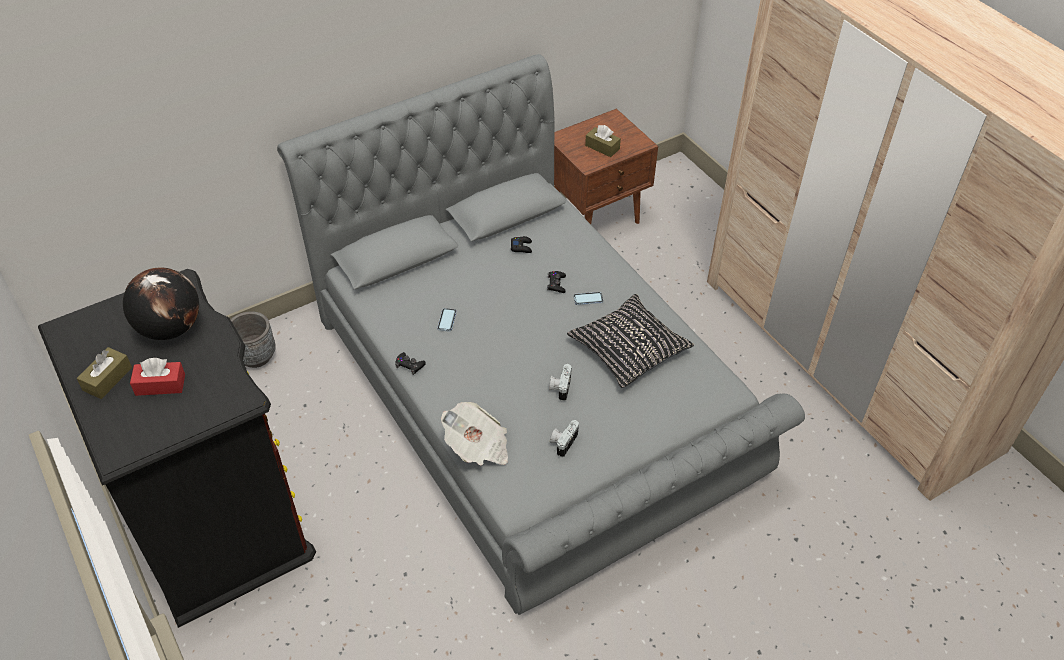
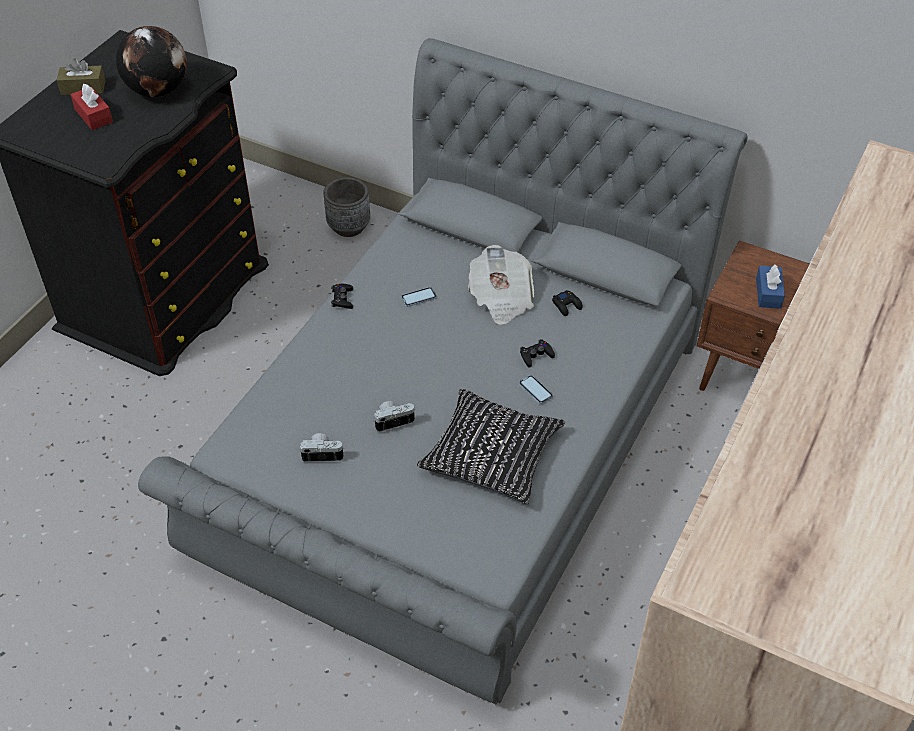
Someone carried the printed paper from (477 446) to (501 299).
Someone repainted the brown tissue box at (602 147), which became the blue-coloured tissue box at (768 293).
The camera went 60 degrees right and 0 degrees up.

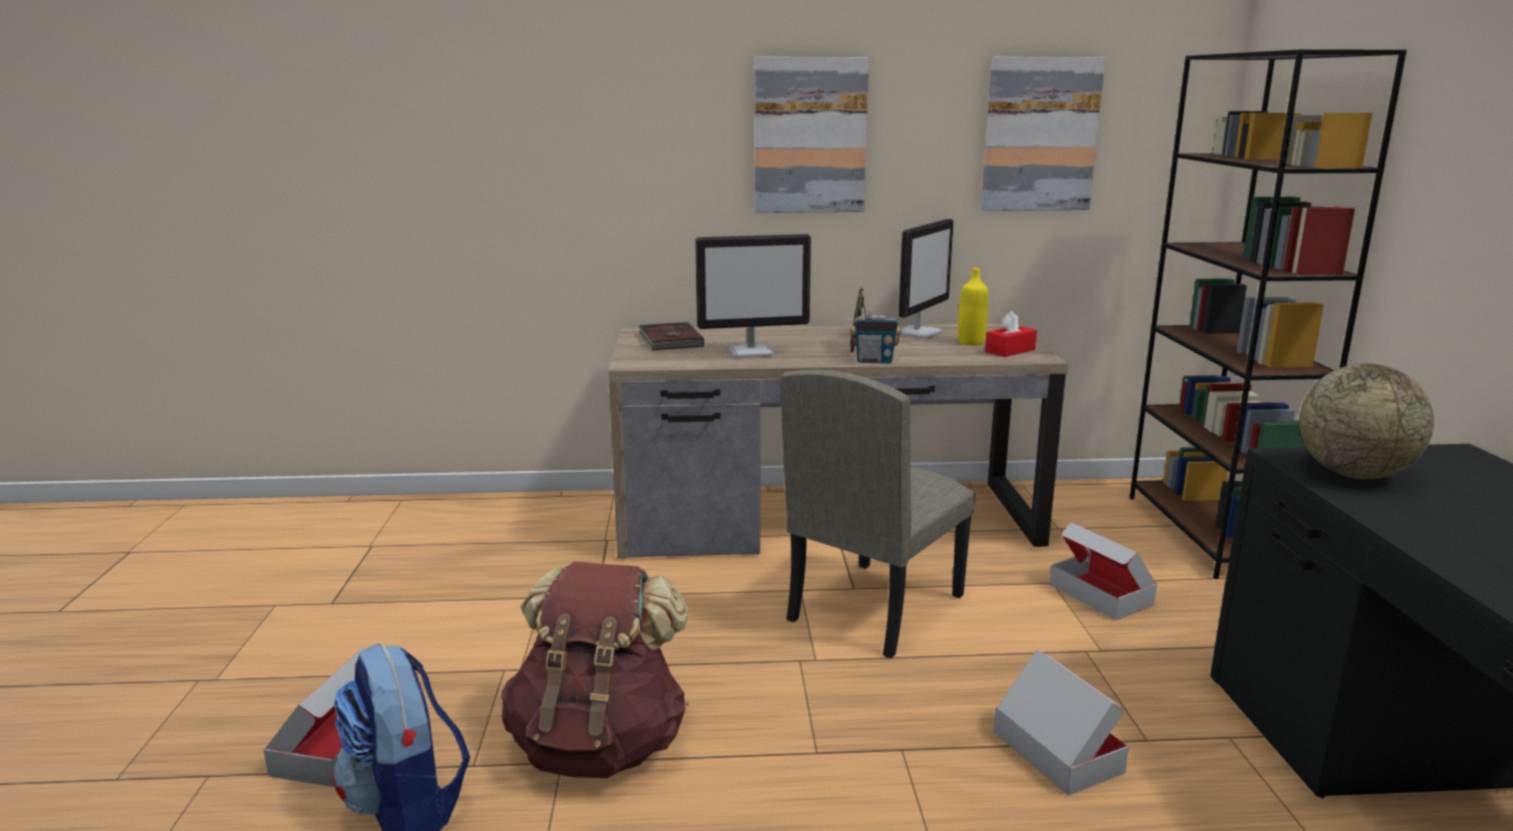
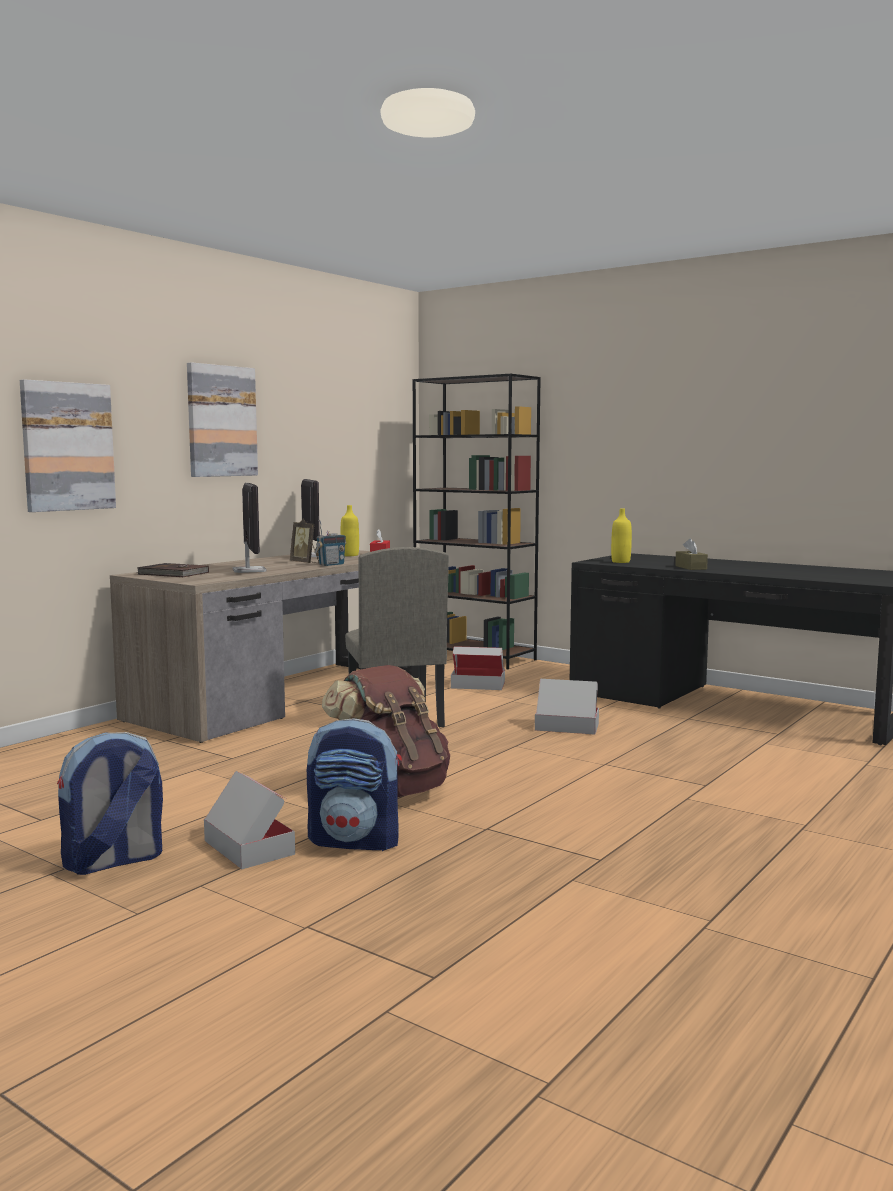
Someone put down the rucksack at (113 861).
Someone put down the brown tissue box at (691 567).
Someone carried the wall picture from (1040 135) to (67 446).
Someone swapped the desk globe at (1353 474) for the yellowish bottle at (620 562).
Someone rotated the monitor at (752 352) by 45 degrees counterclockwise.
The camera went 50 degrees left and 10 degrees down.

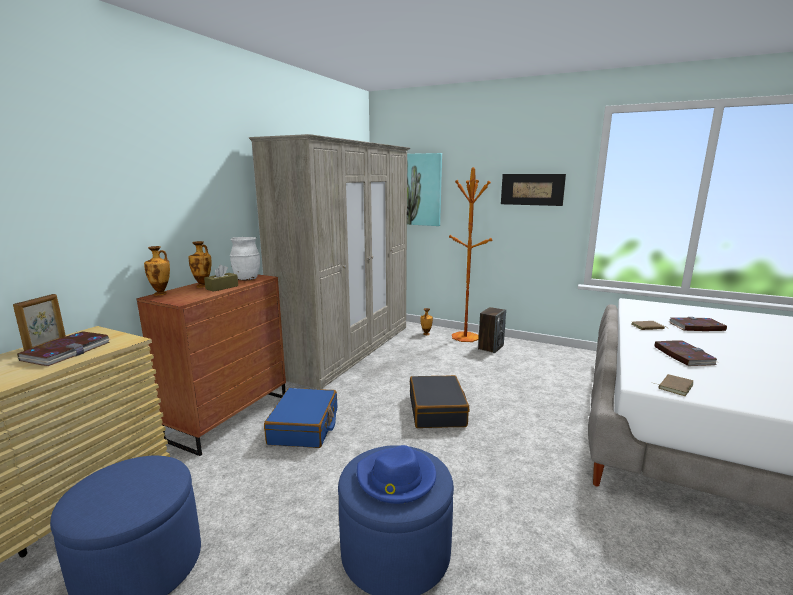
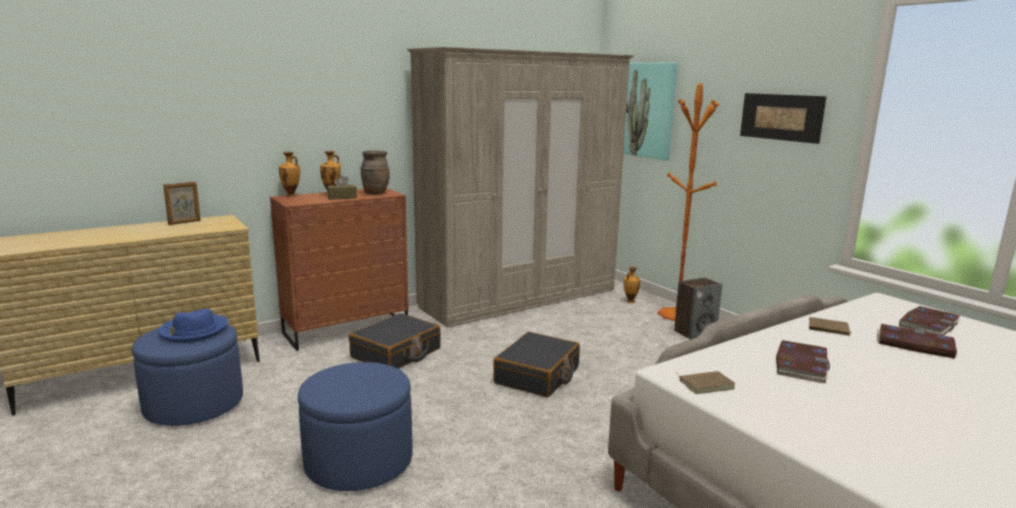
Someone carried the book from (67 351) to (928 324).
Someone carried the blue-coloured wearable hat from (396 478) to (193 331).
Someone repainted the white-coloured vase at (247 279), which became the brown vase at (375 193).
Someone repainted the blue-coloured travel case at (304 427), which became the black travel case at (396 353).
The camera went 30 degrees right and 0 degrees up.

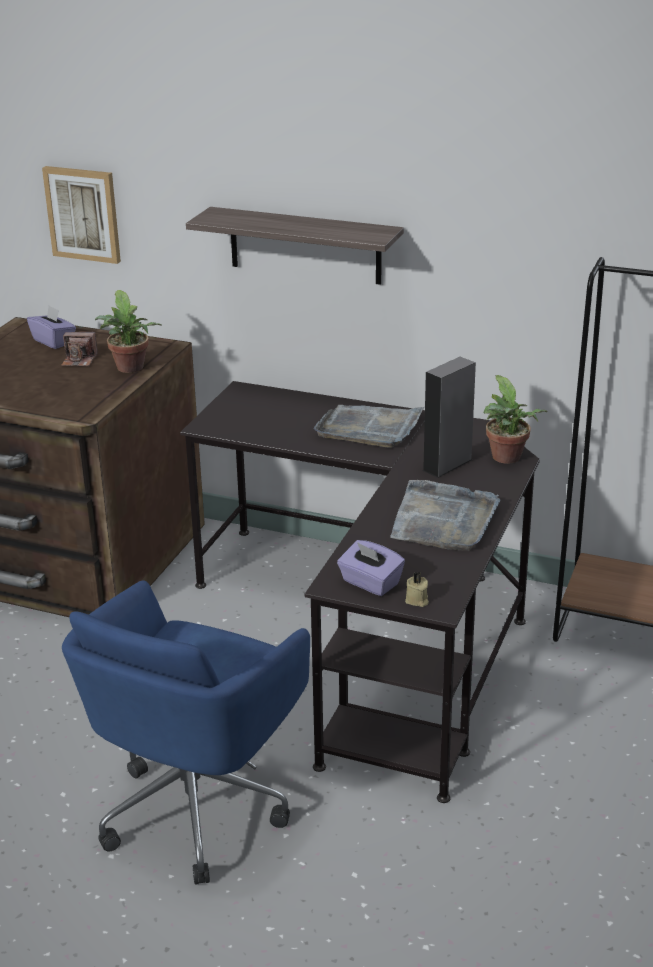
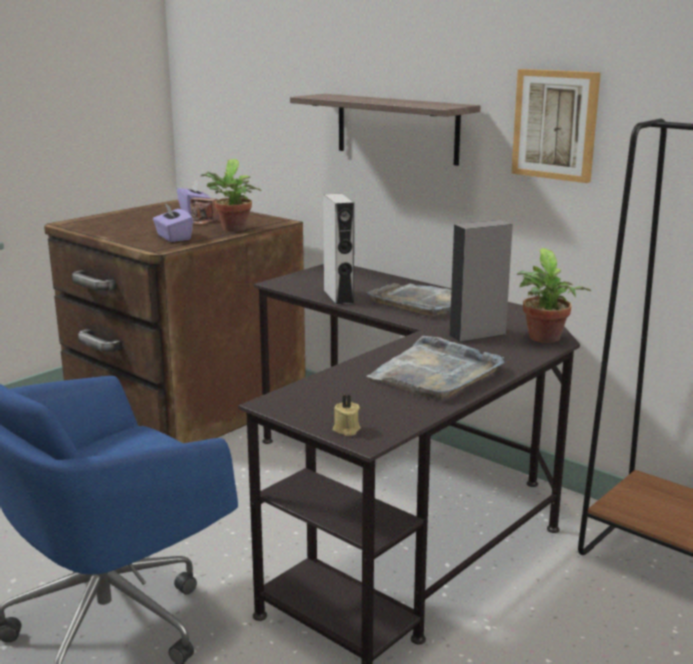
Someone put down the greyish loudspeaker at (338 297).
Someone carried the wall picture from (83 214) to (555 124).
Someone carried the purple-coloured tissue box from (370 583) to (173 237).
The camera went 20 degrees right and 10 degrees down.

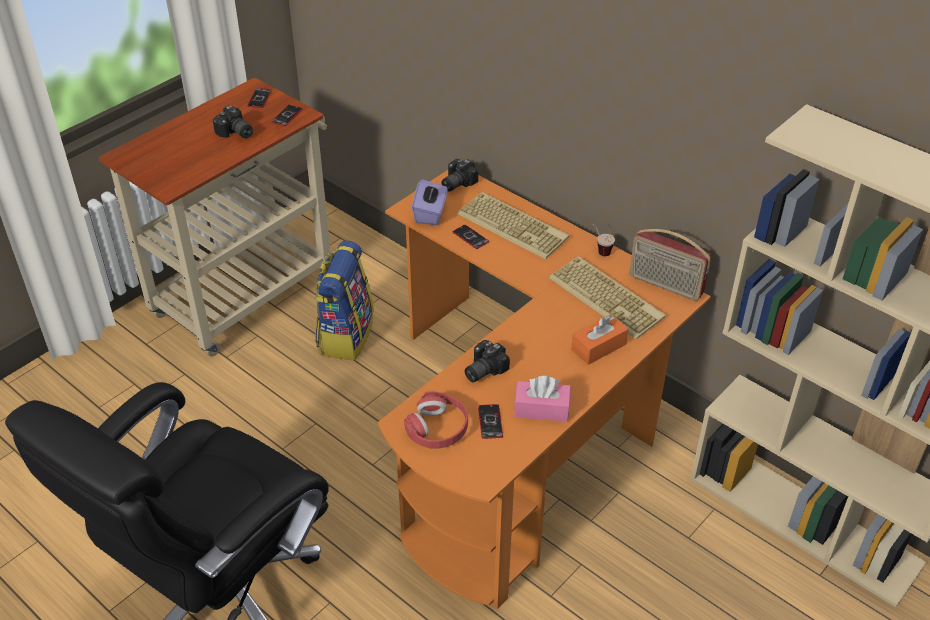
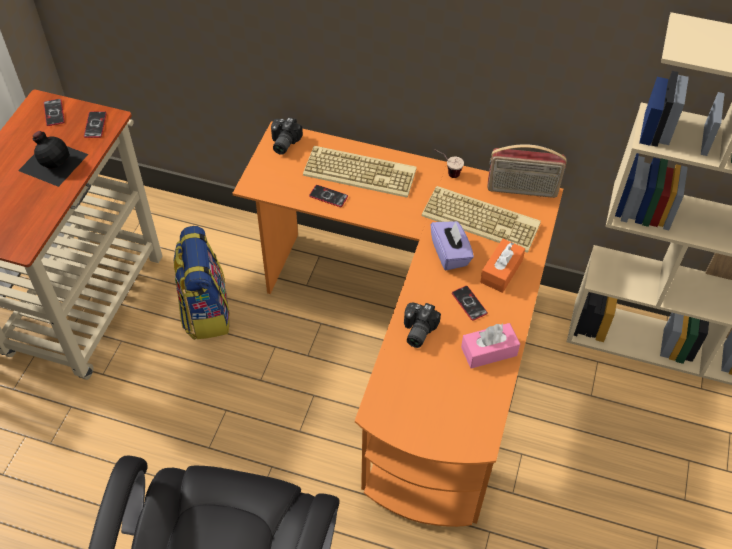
Someone took away the reddish headphones at (437 428).
Someone carried the purple-coloured tissue box from (430 213) to (450 254).
Someone carried the telephone from (490 422) to (469 303).
Someone swapped the photo camera at (235 133) for the black bottle at (53 161).
The camera went 25 degrees left and 10 degrees up.

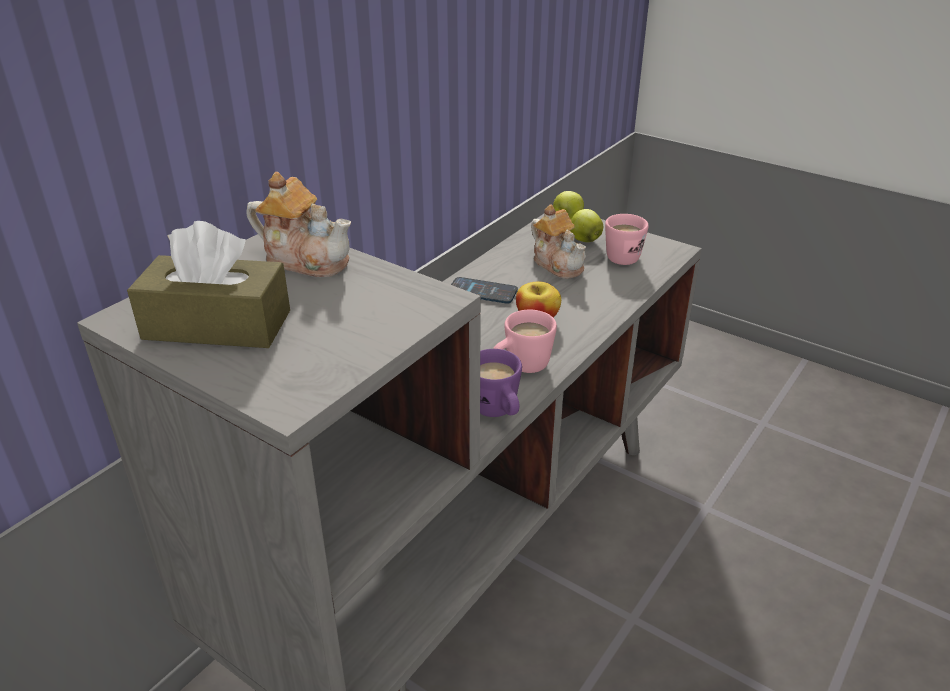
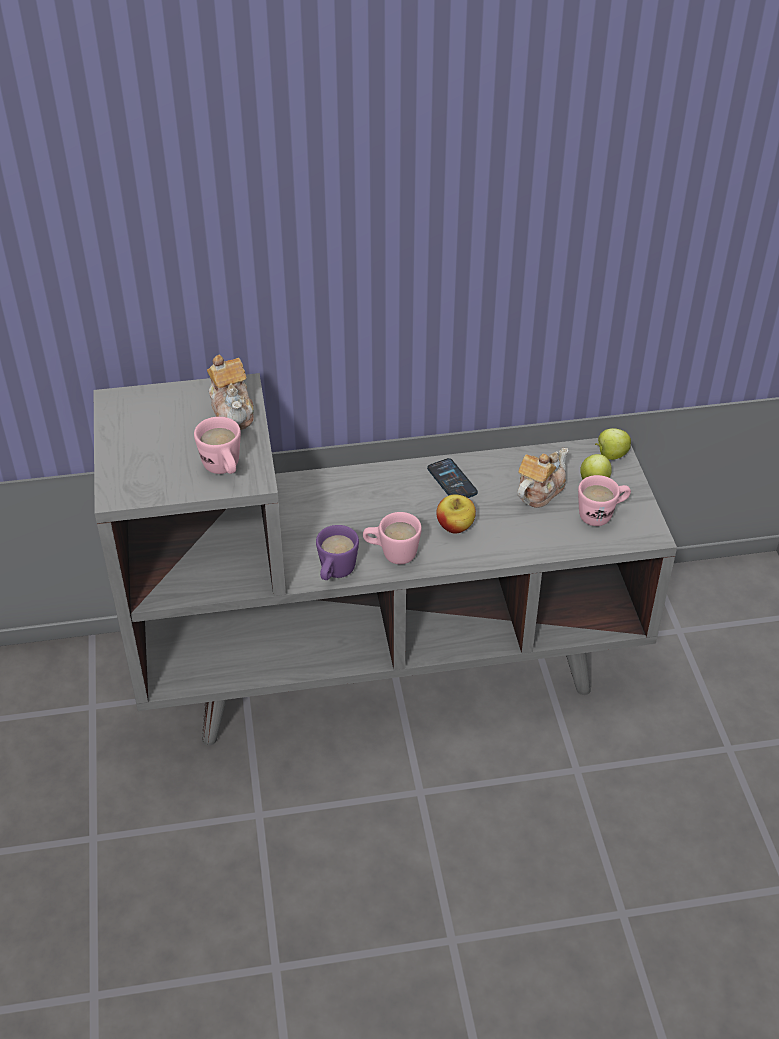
Someone took away the brown tissue box at (217 325).
Someone put down the pink-coloured coffee mug at (224 469).
Someone rotated the teapot at (558 264) by 150 degrees counterclockwise.
The camera went 45 degrees right and 10 degrees up.

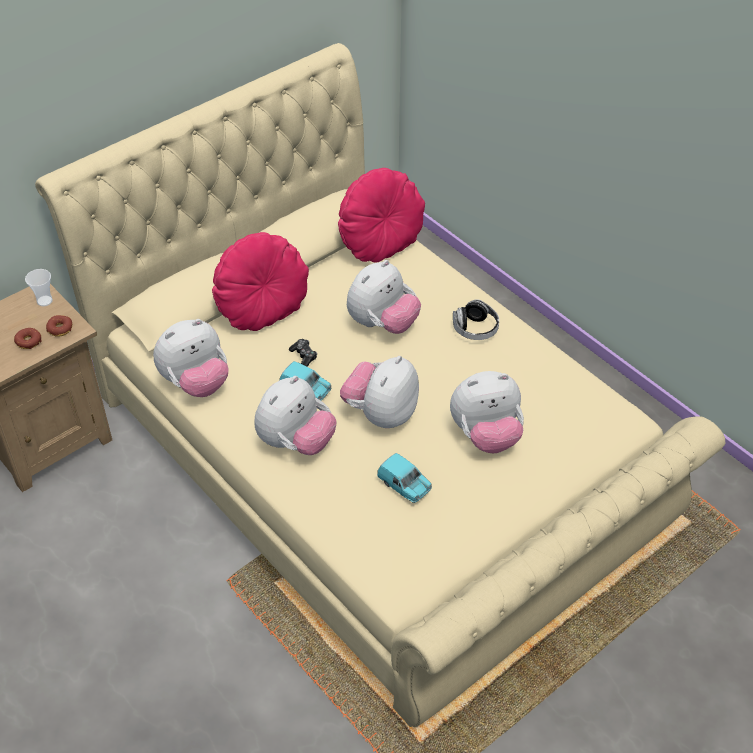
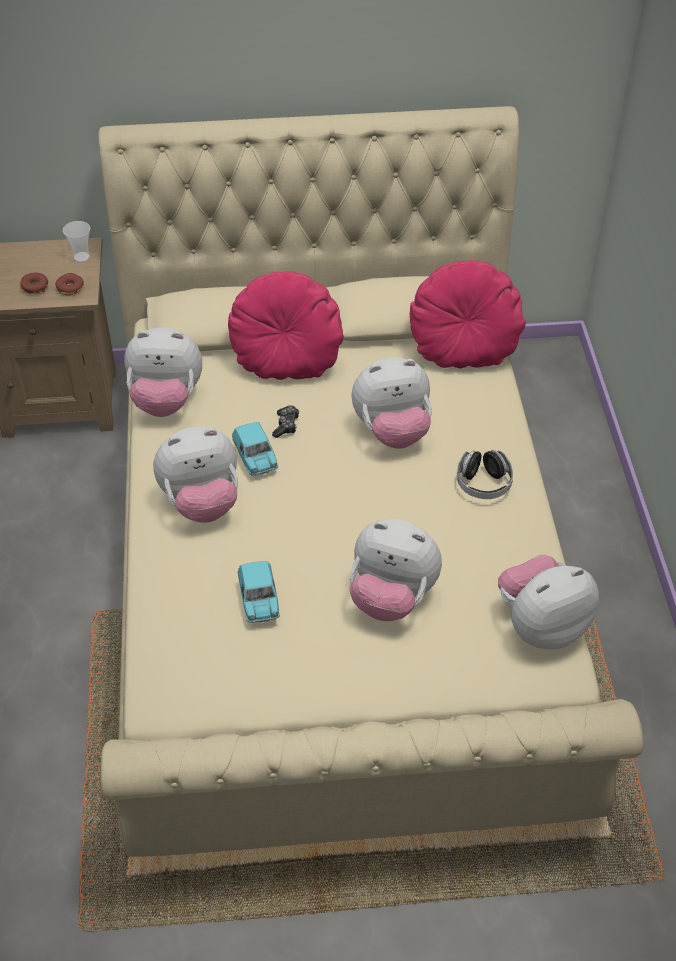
Someone carried the plush toy from (381 414) to (541 625).
The camera went 35 degrees right and 0 degrees up.

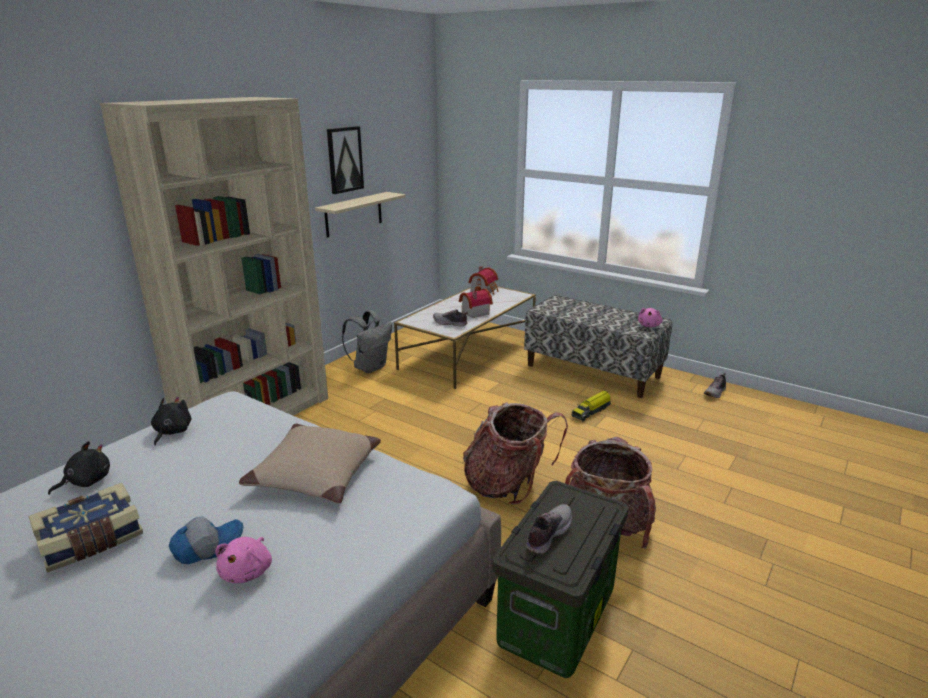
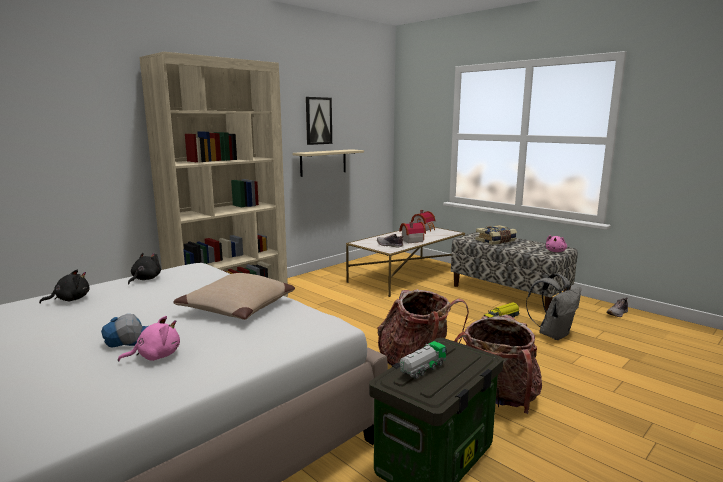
Someone carried the book from (91 540) to (496 241).
Someone carried the greyish rucksack from (370 367) to (553 334).
Someone swapped the shoe at (547 534) for the toy truck at (422 369).
Someone rotated the pink-coloured plush toy at (248 571) by 135 degrees counterclockwise.
The camera went 10 degrees right and 10 degrees down.

